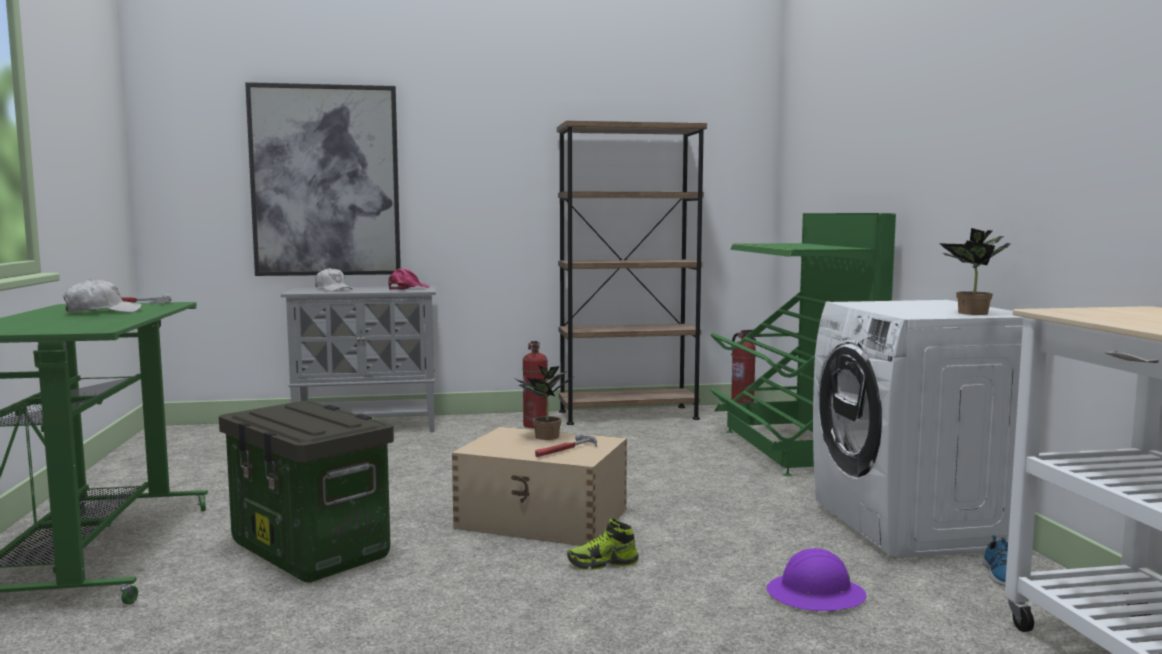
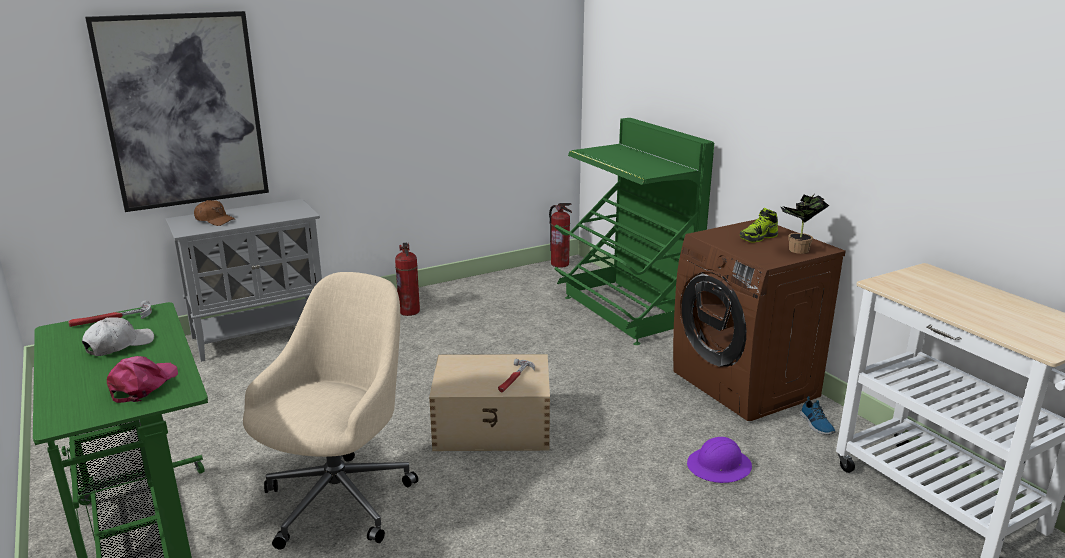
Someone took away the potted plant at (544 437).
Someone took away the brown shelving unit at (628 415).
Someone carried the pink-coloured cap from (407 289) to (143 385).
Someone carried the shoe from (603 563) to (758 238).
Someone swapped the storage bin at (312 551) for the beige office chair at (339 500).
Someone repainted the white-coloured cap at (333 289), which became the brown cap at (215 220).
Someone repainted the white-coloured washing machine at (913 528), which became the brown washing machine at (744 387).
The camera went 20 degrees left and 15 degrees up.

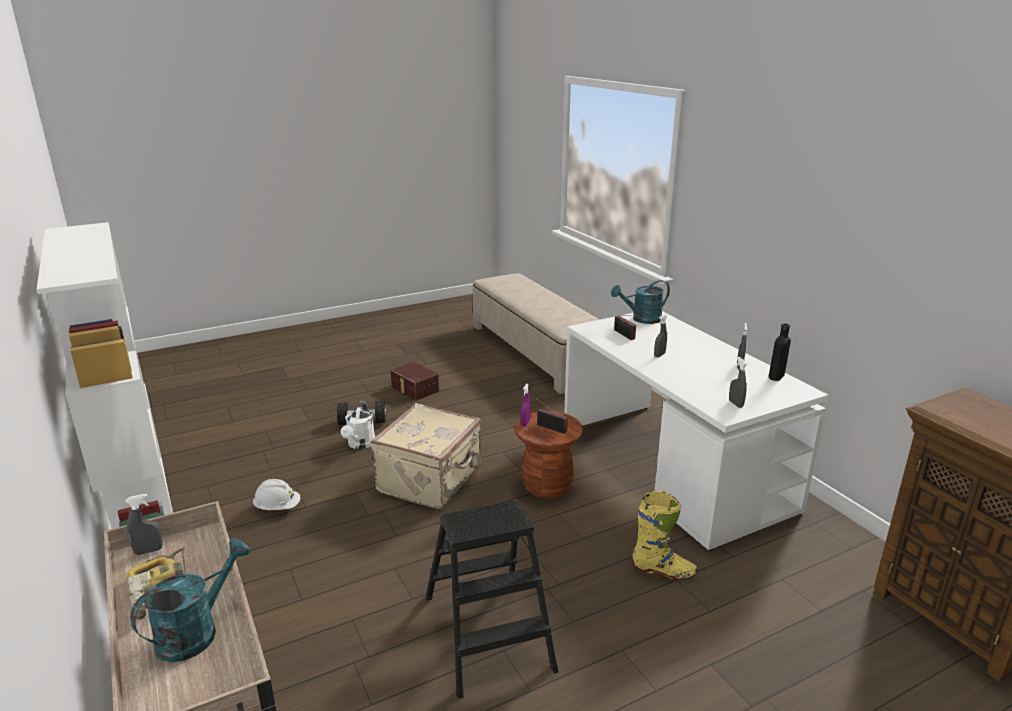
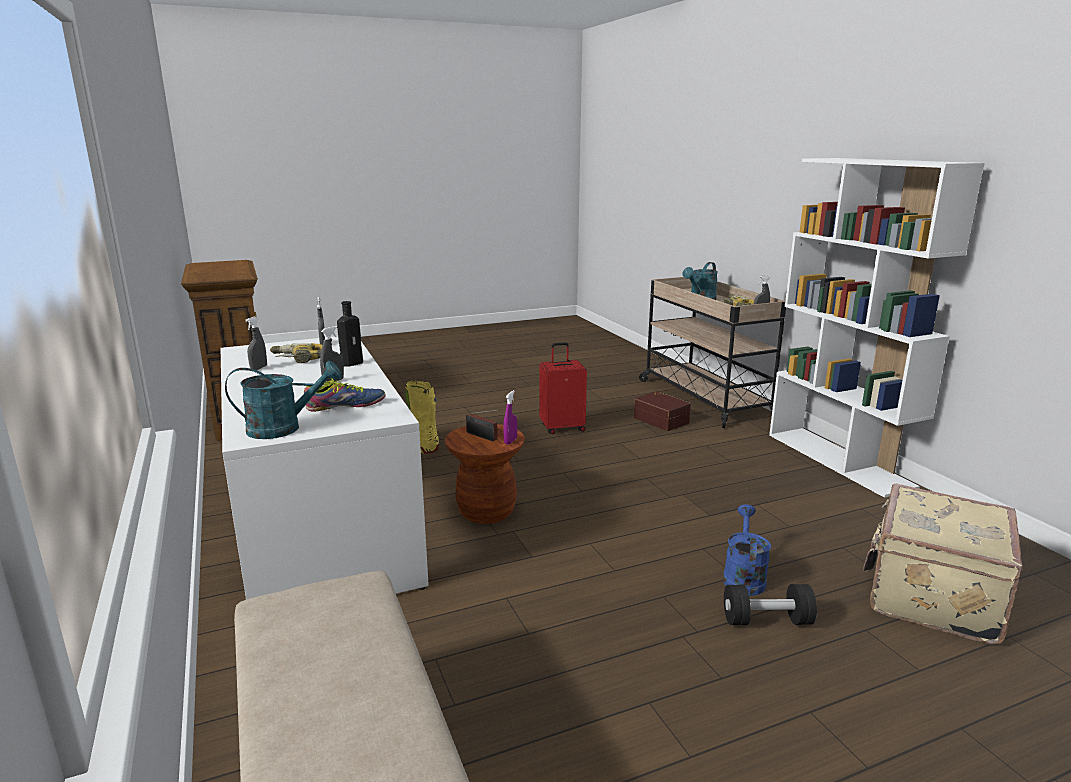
Someone took away the white-coloured safety helmet at (277 507).
Someone put down the power drill at (300 359).
Someone carried the beige travel case from (431 480) to (931 596).
Someone carried the brown storage bin from (414 389) to (662 420).
Someone carried the black bottle from (776 377) to (353 363).
Someone swapped the black stepladder at (487 631) for the reddish travel case at (562 428).
Someone swapped the radio at (625 335) for the shoe at (345 405).
Someone repainted the white-coloured watering can at (360 445), which became the blue-coloured watering can at (743 577).
The camera went 175 degrees left and 5 degrees down.

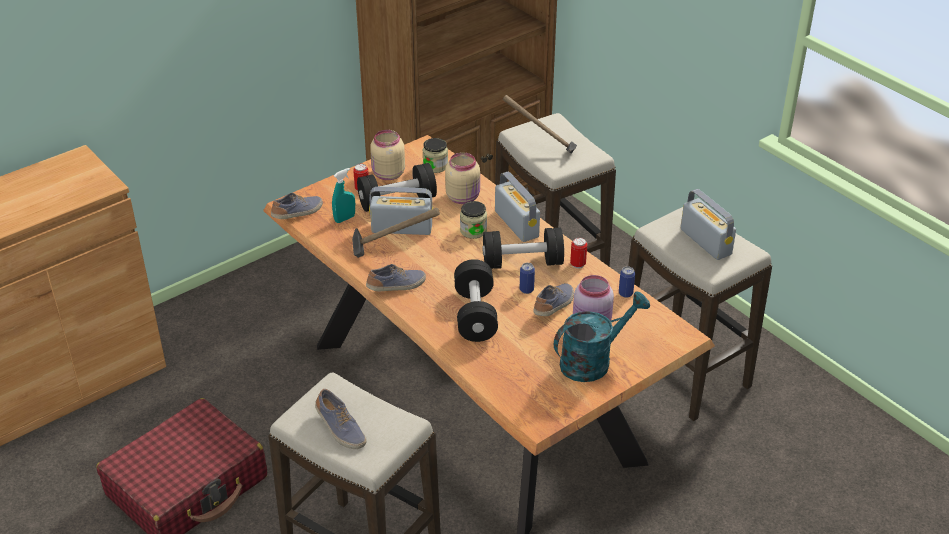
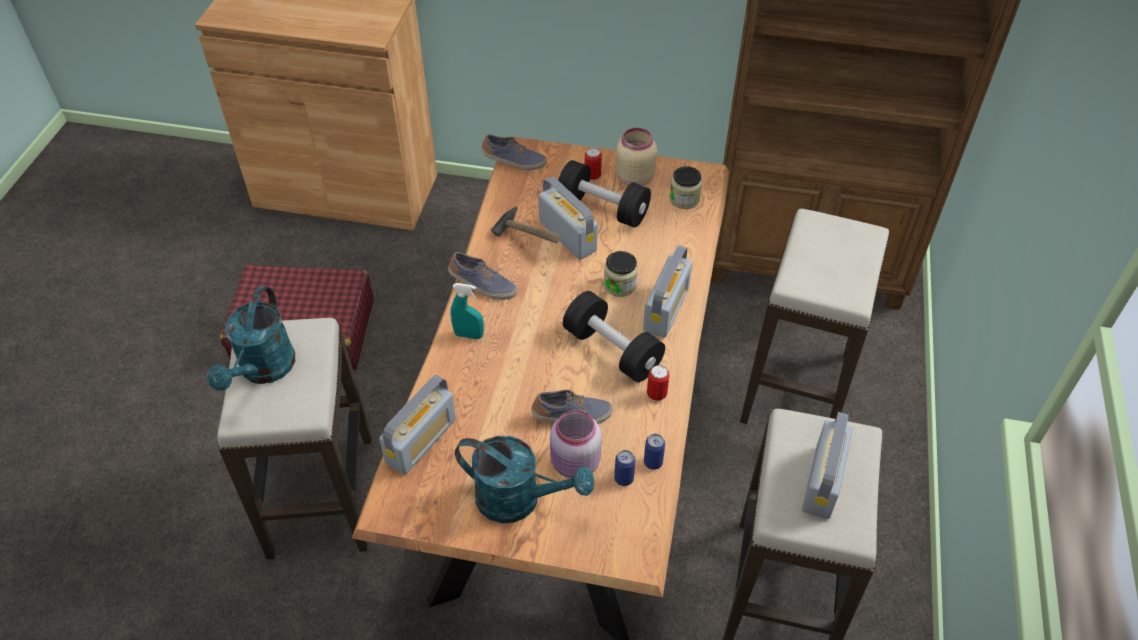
Someone took away the beige storage jar at (463 197).
Someone took away the black dumbbell at (475 314).
Someone took away the tool hammer at (542 148).
Someone put down the radio at (421 441).
Someone carried the turquoise sprayer from (344 219) to (468 335).
Someone carried the can from (526 289) to (623 479).
Someone swapped the shoe at (340 429) for the turquoise watering can at (263 371).
The camera went 50 degrees right and 10 degrees up.

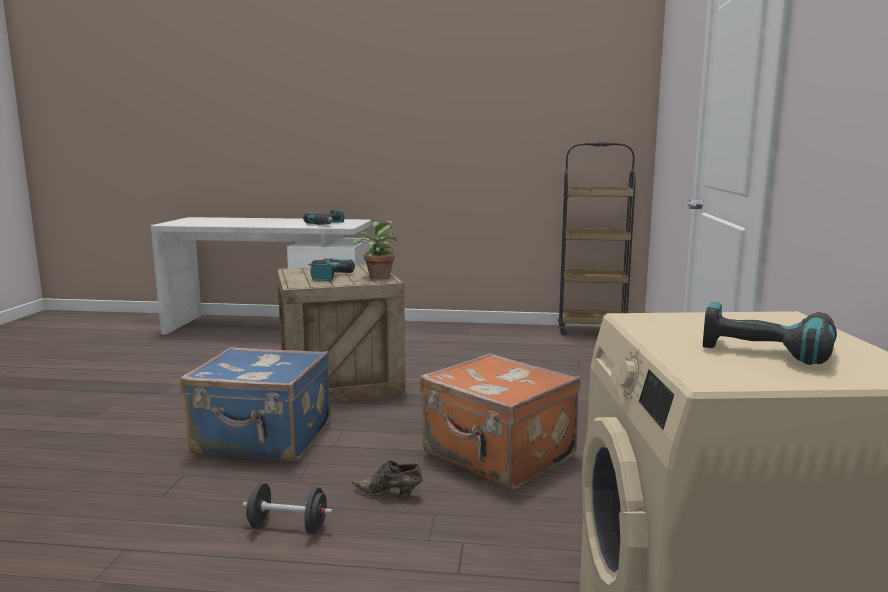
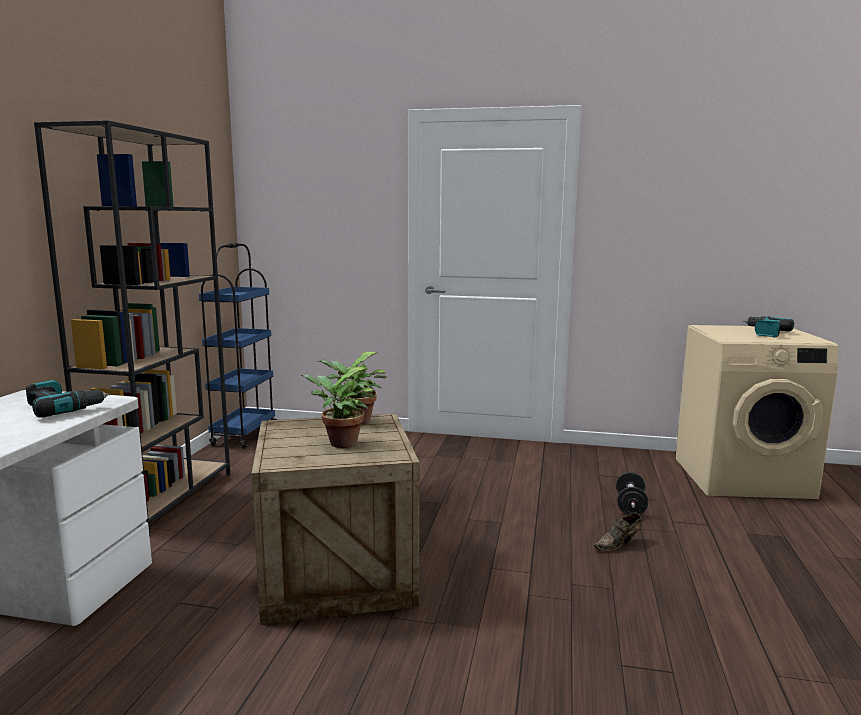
Someone took away the blue-coloured travel case at (263 439).
Someone took away the orange travel case at (498 456).
Someone put down the shelving unit at (163 499).
Someone carried the black dumbbell from (288 527) to (630 506).
Someone swapped the power drill at (325 276) for the potted plant at (339 444).
Someone repainted the brown cart at (592 331), which became the blue-coloured cart at (243 436).
Someone rotated the brown shoe at (389 494) by 45 degrees clockwise.
The camera went 85 degrees left and 0 degrees up.

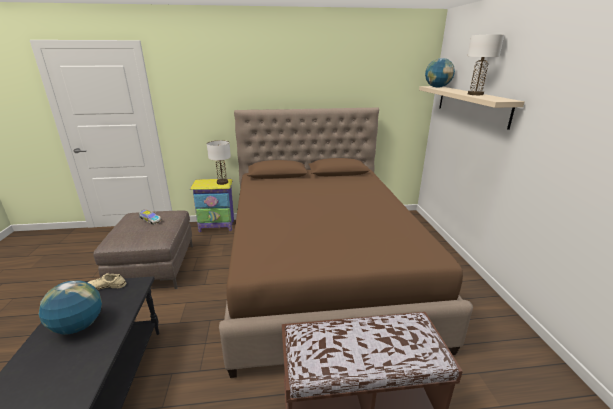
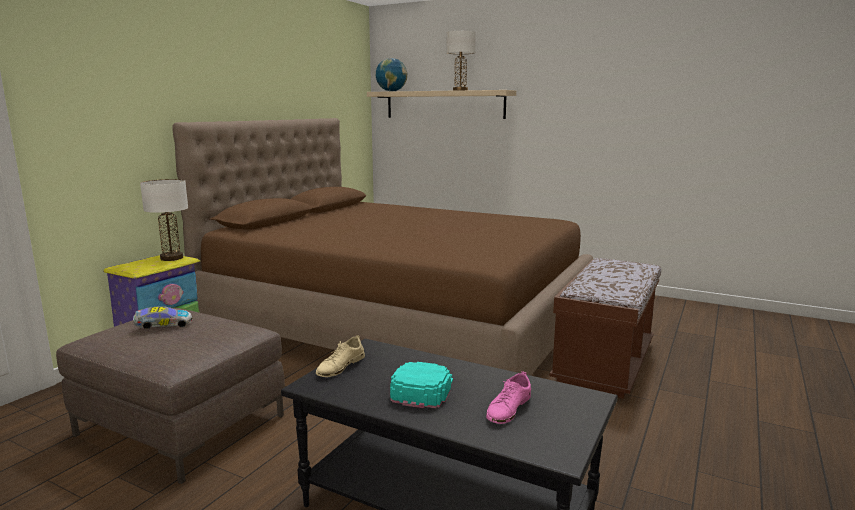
Someone put down the pink-coloured shoe at (508 408).
Someone swapped the desk globe at (78 326) for the turquoise cap at (423 388).
The camera went 55 degrees left and 10 degrees down.

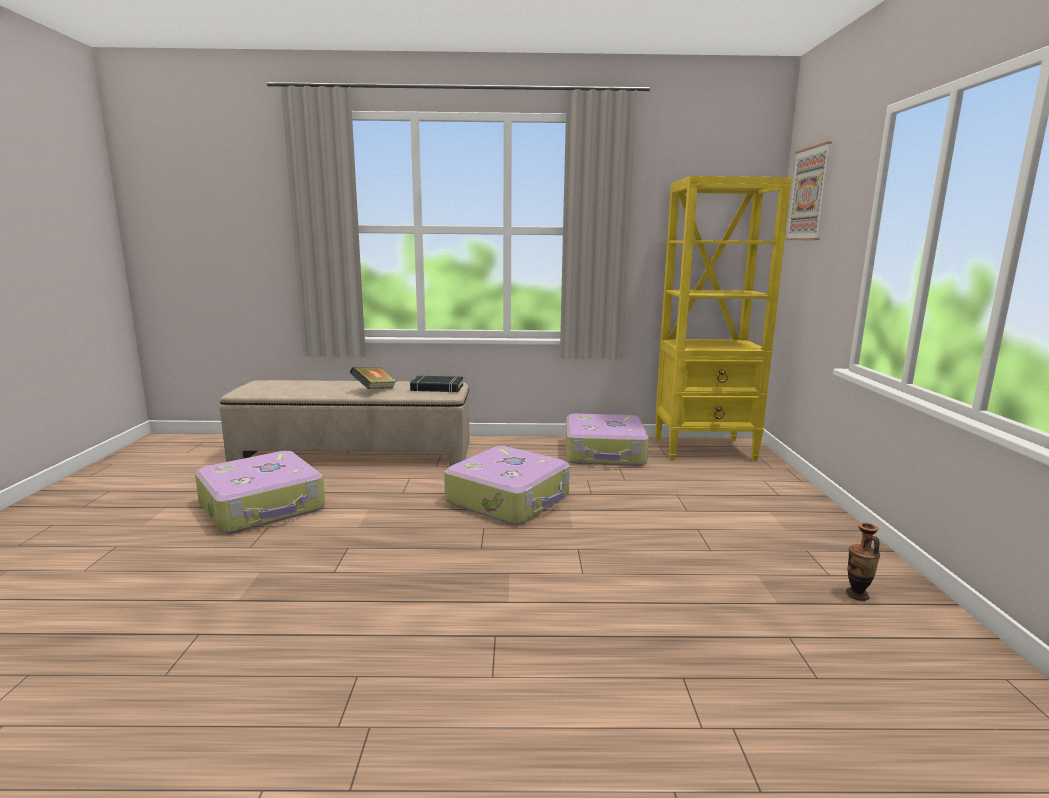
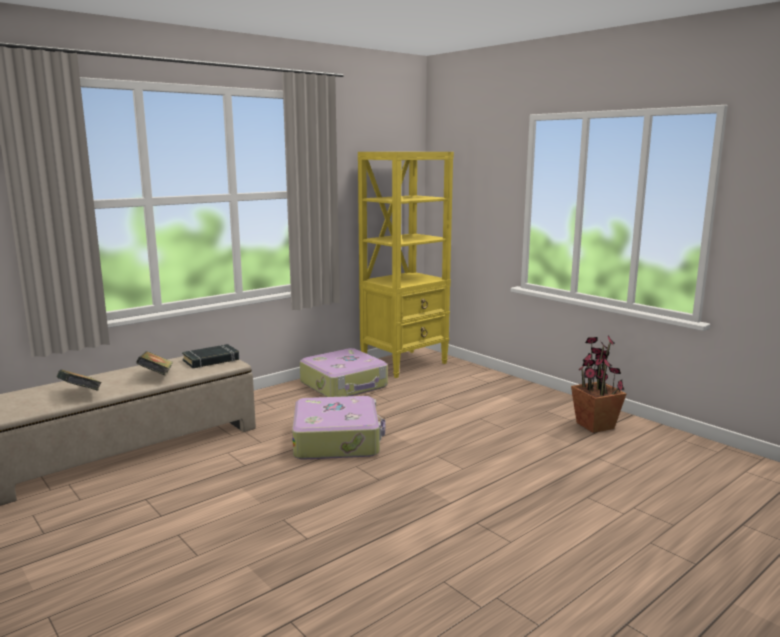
Someone took away the travel case at (263 506).
Someone took away the wall picture at (809 194).
Someone put down the book at (80 394).
Someone swapped the vase at (857 595) for the potted plant at (594 426).
The camera went 40 degrees left and 0 degrees up.

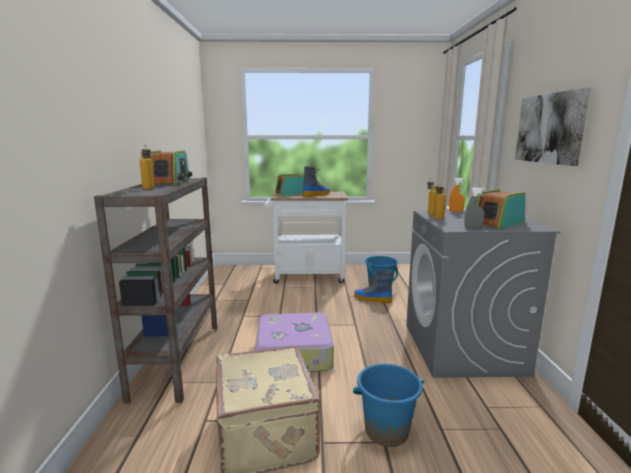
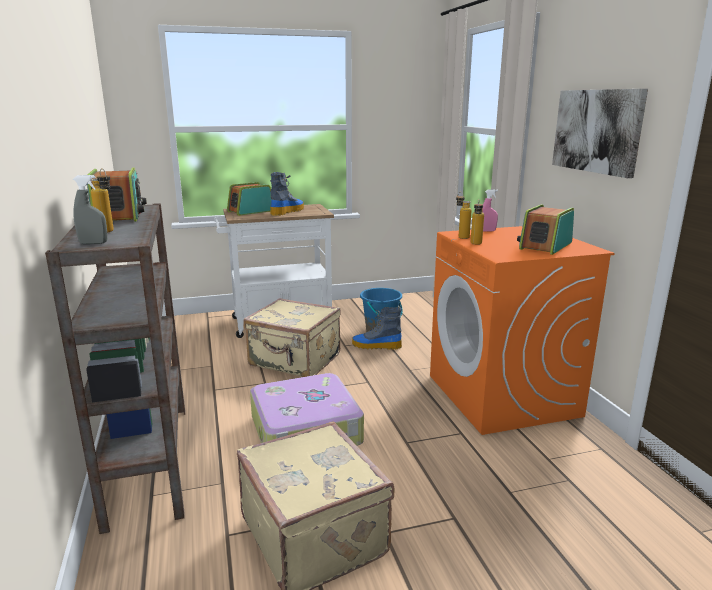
Someone took away the blue-coloured pail at (386 431).
Someone put down the beige travel case at (294 361).
Someone carried the greyish sprayer from (473 228) to (93 243).
Someone repainted the greyish washing machine at (463 349), which became the orange washing machine at (503 396).
Someone repainted the orange sprayer at (455 211), which became the pink-coloured sprayer at (487 231).
The camera went 15 degrees left and 5 degrees up.

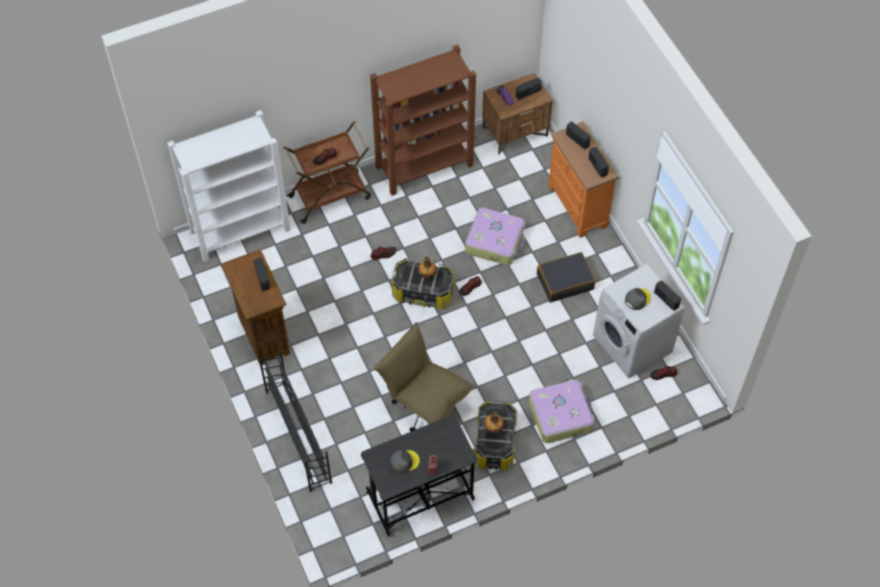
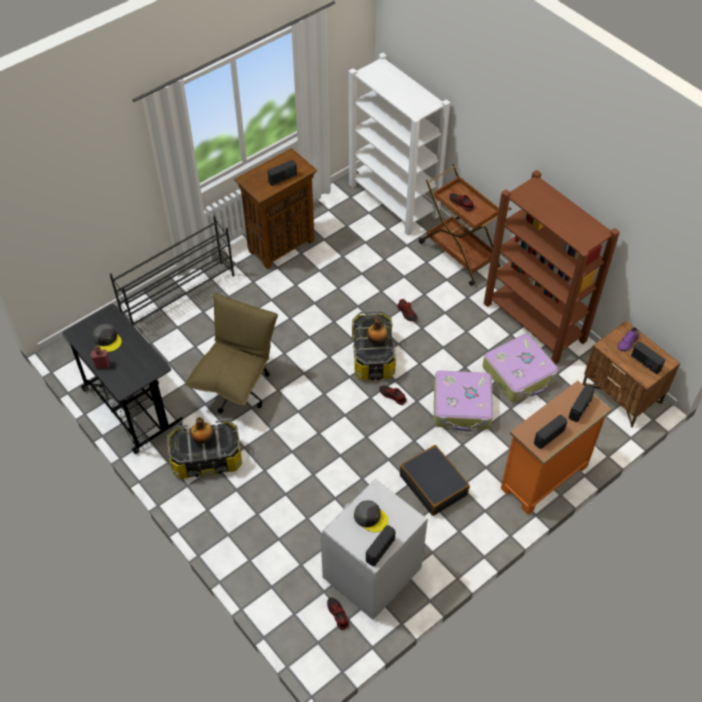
Someone carried the travel case from (561 415) to (519 374).
The camera went 75 degrees right and 5 degrees down.

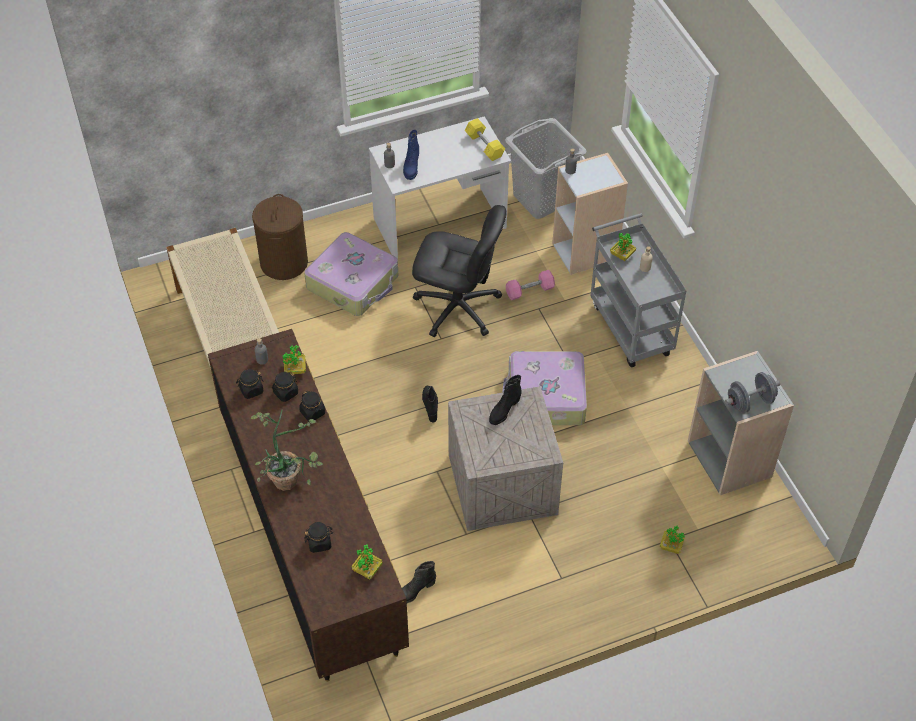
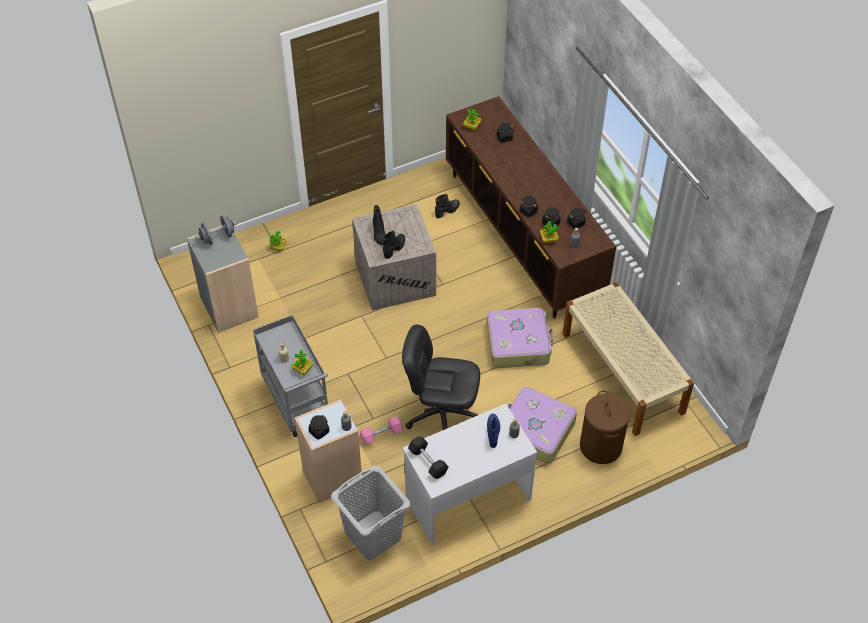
Someone took away the potted plant at (289 476).
Someone put down the black storage jar at (319 431).
Someone carried the black boot from (431 406) to (379 235).
Someone carried the travel case from (545 397) to (518 344).
Someone repainted the yellowish dumbbell at (484 146), which became the black dumbbell at (428 461).
The camera went 175 degrees right and 0 degrees up.

